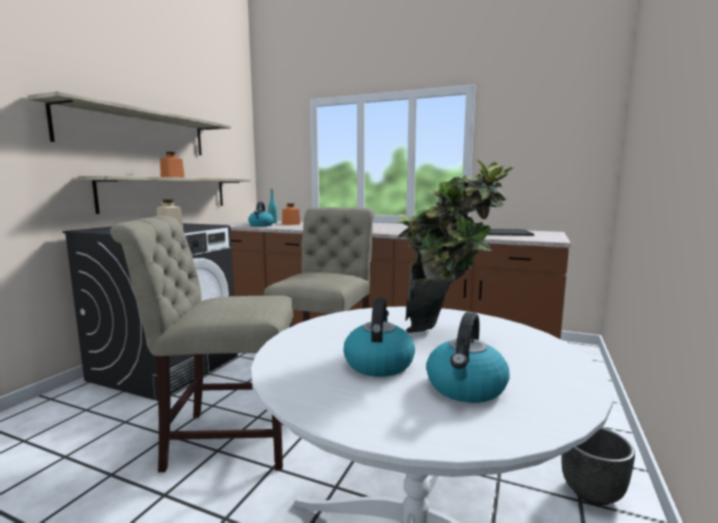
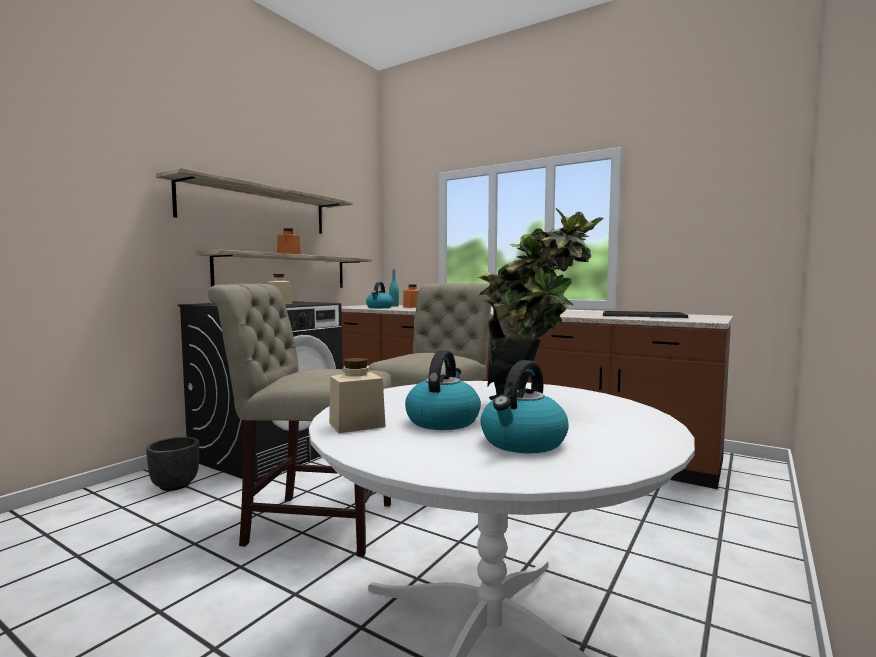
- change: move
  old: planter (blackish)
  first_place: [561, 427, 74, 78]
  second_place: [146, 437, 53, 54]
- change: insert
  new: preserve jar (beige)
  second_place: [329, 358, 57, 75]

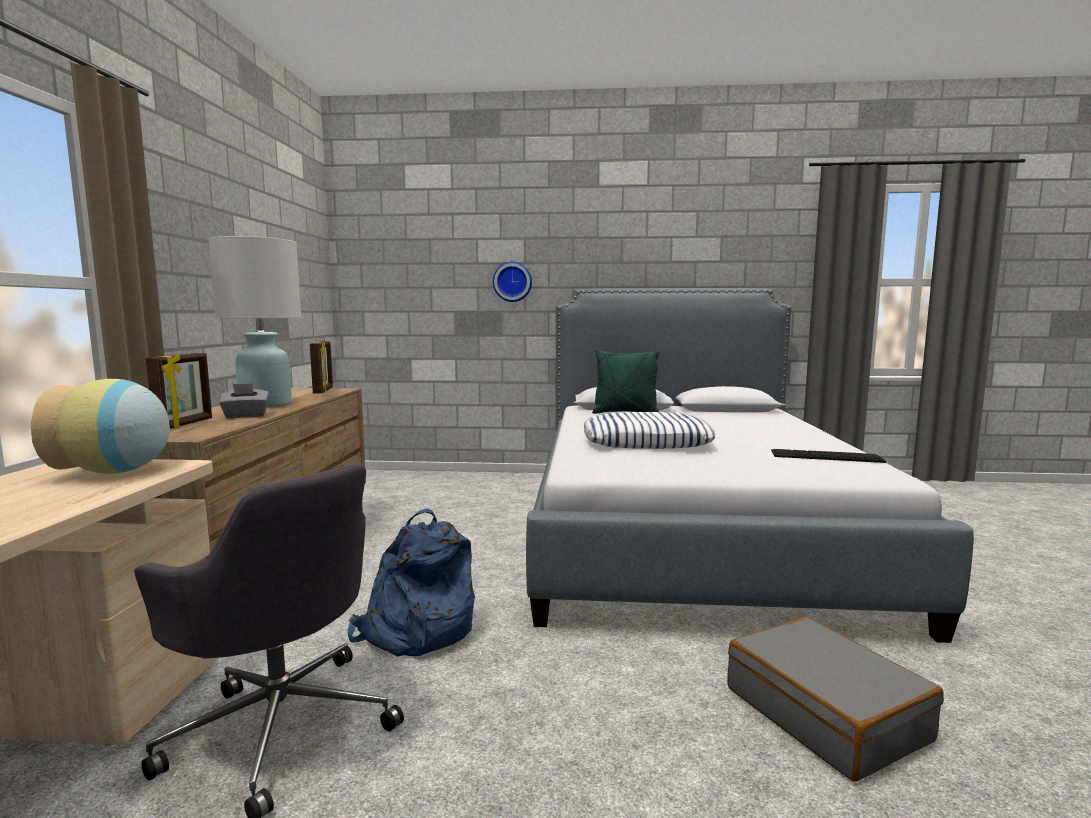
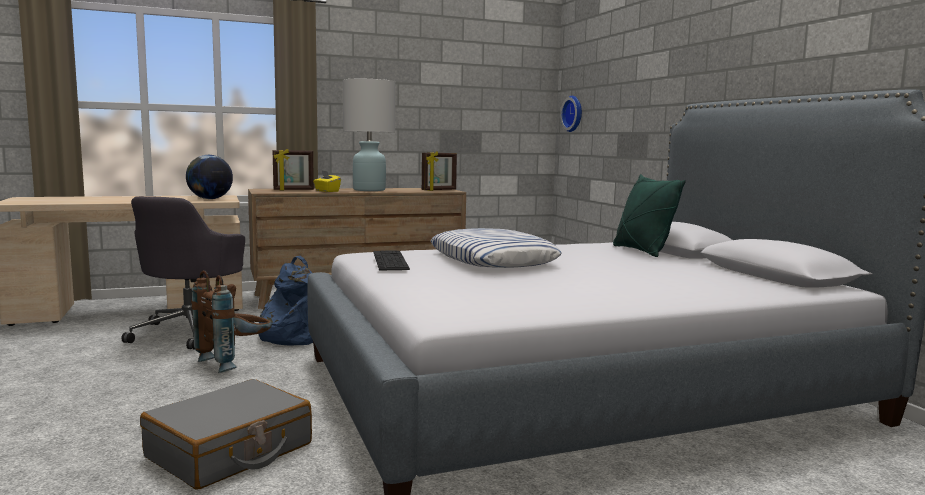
- change: replace
  old: flower vase
  new: desk globe
  first_place: [31, 379, 139, 95]
  second_place: [186, 155, 47, 44]
- change: insert
  new: knapsack (brownish)
  second_place: [191, 270, 81, 103]
- change: recolor
  old: tissue holder (grey)
  new: tissue holder (yellow)
  first_place: [219, 383, 50, 35]
  second_place: [313, 171, 28, 21]
- change: move
  old: computer keyboard
  first_place: [771, 449, 115, 14]
  second_place: [374, 251, 36, 19]
- change: move
  old: wall clock
  first_place: [493, 262, 39, 40]
  second_place: [560, 96, 22, 36]

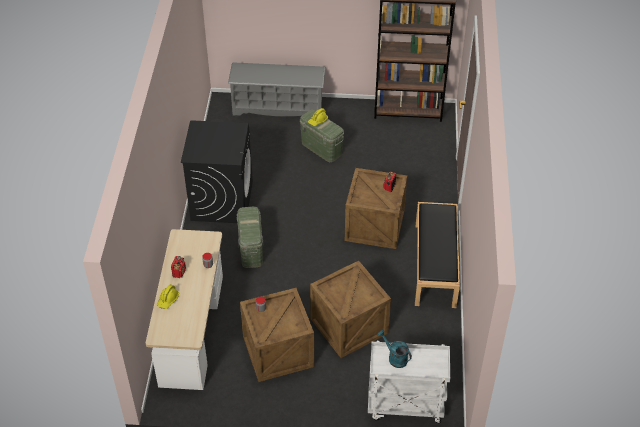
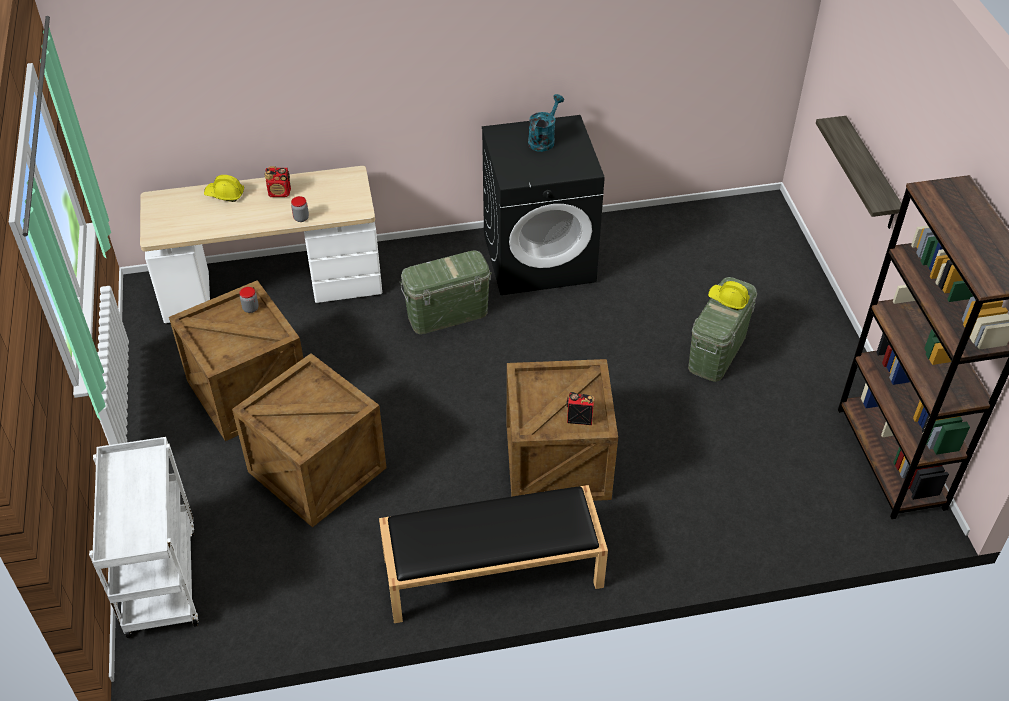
- change: move
  old: watering can (turquoise)
  first_place: [377, 330, 35, 38]
  second_place: [528, 94, 36, 58]
- change: insert
  new: wall shelf
  second_place: [816, 116, 85, 113]
- change: delete
  old: shoe rack (grey)
  first_place: [228, 62, 98, 54]

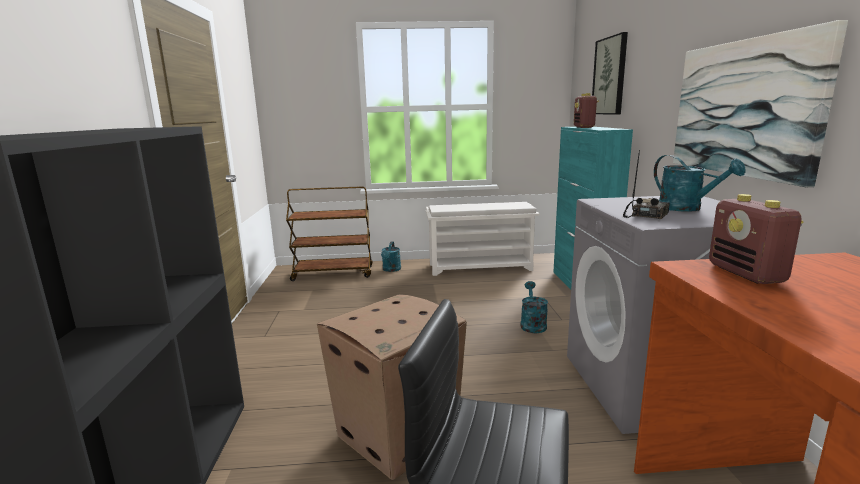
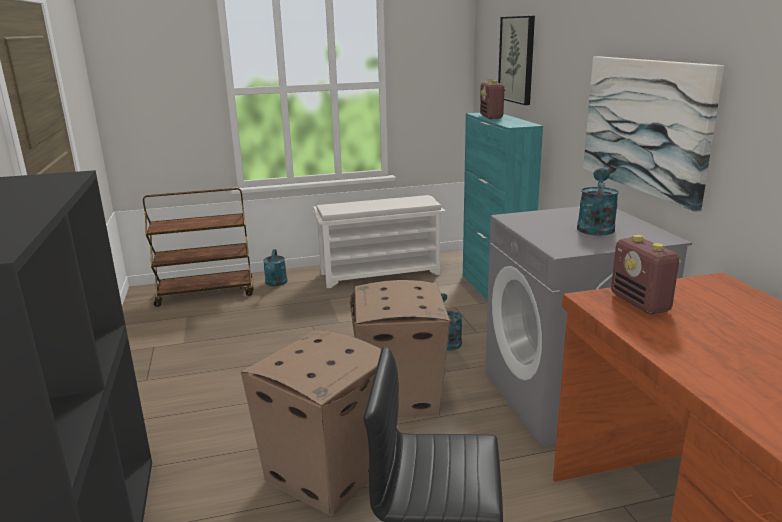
- change: insert
  new: packing box
  second_place: [350, 280, 100, 138]
- change: rotate
  old: watering can (turquoise)
  first_place: [654, 155, 92, 57]
  second_place: [577, 168, 42, 68]
  degrees: -120
- change: delete
  old: radio receiver
  first_place: [623, 150, 47, 69]

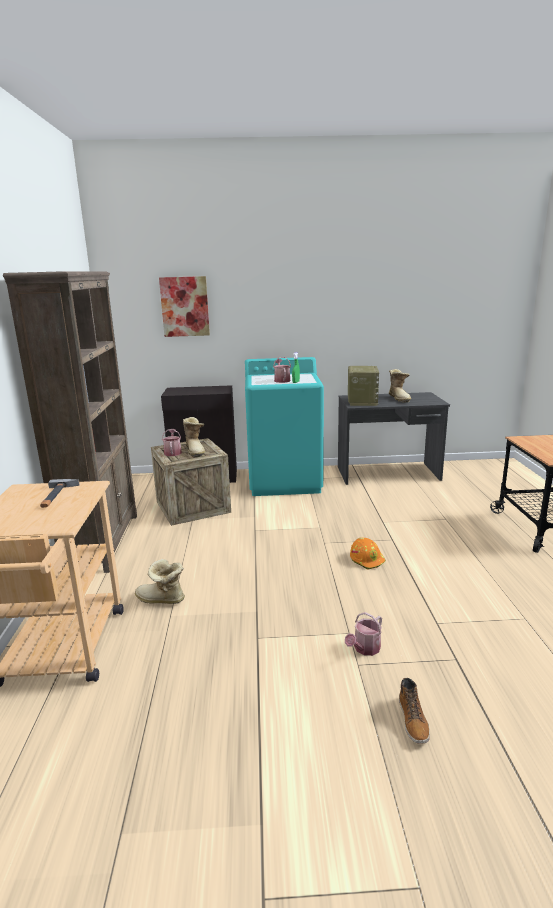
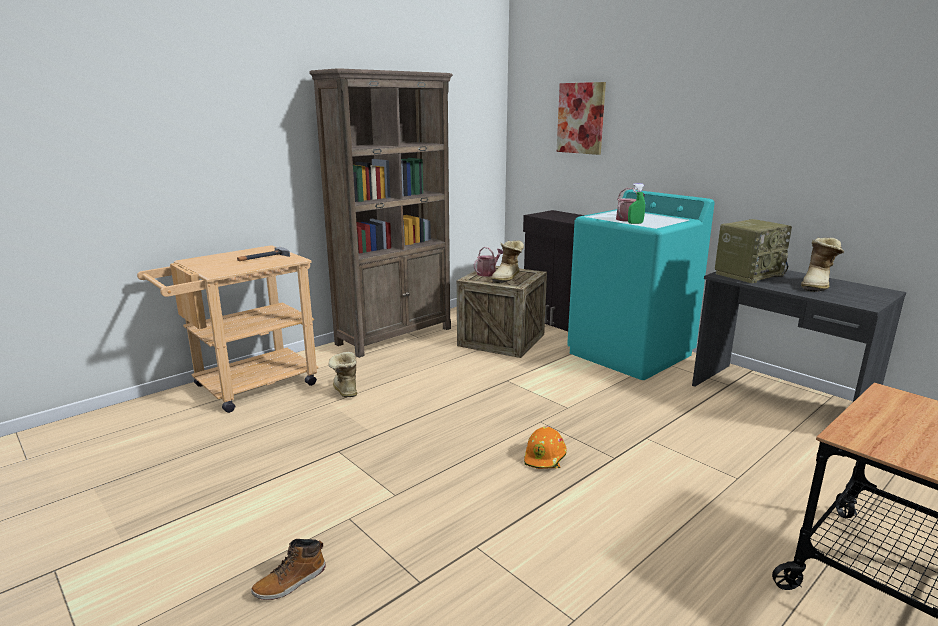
- change: delete
  old: watering can
  first_place: [345, 612, 37, 44]

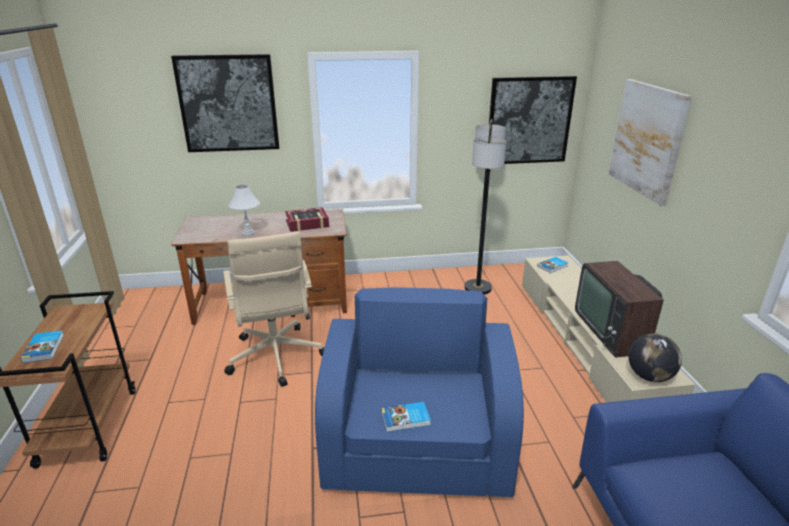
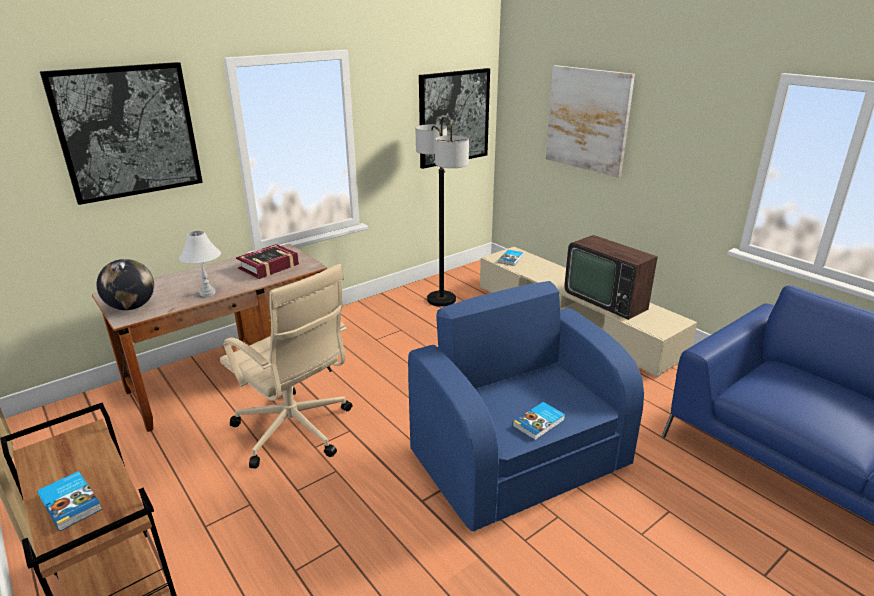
- change: move
  old: desk globe
  first_place: [628, 333, 54, 49]
  second_place: [97, 259, 57, 51]

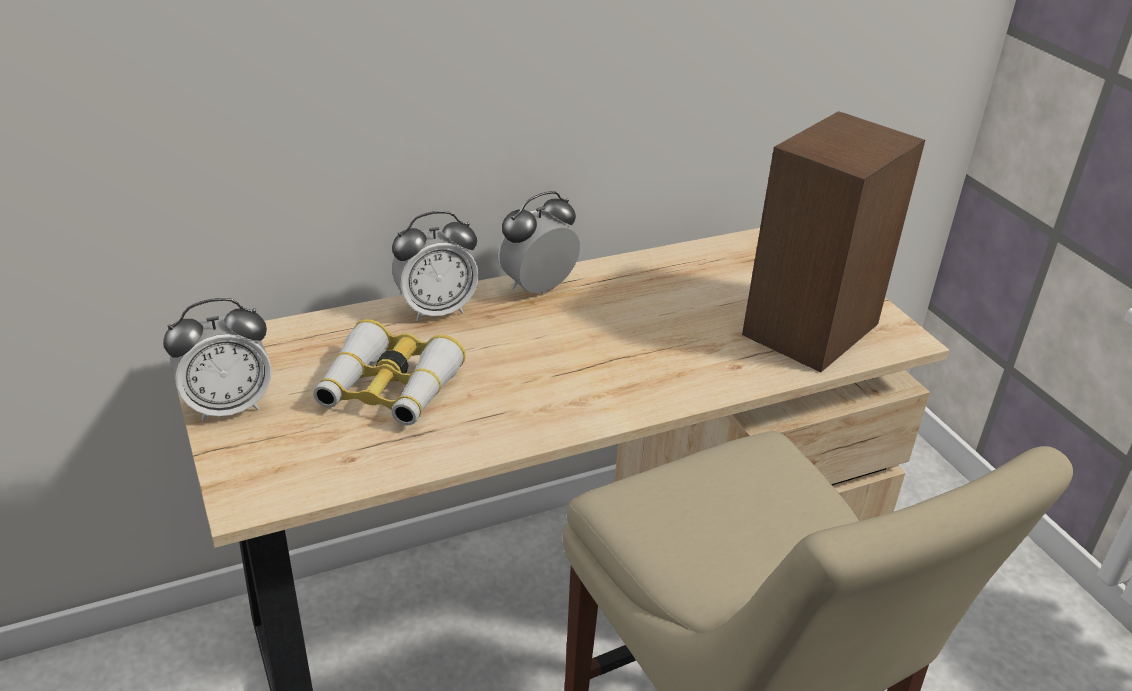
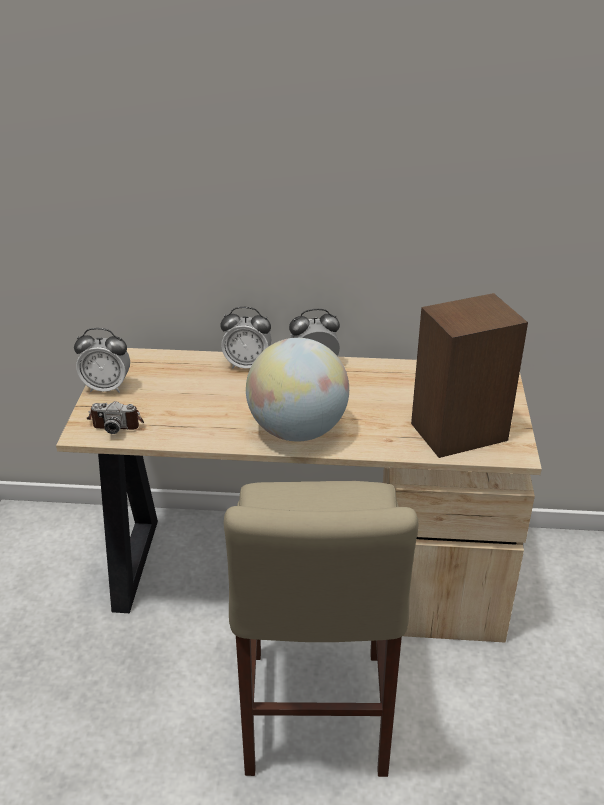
- change: insert
  new: photo camera
  second_place: [86, 401, 58, 33]
- change: insert
  new: desk globe
  second_place: [246, 338, 103, 104]
- change: delete
  old: pair of binoculars
  first_place: [313, 319, 153, 106]

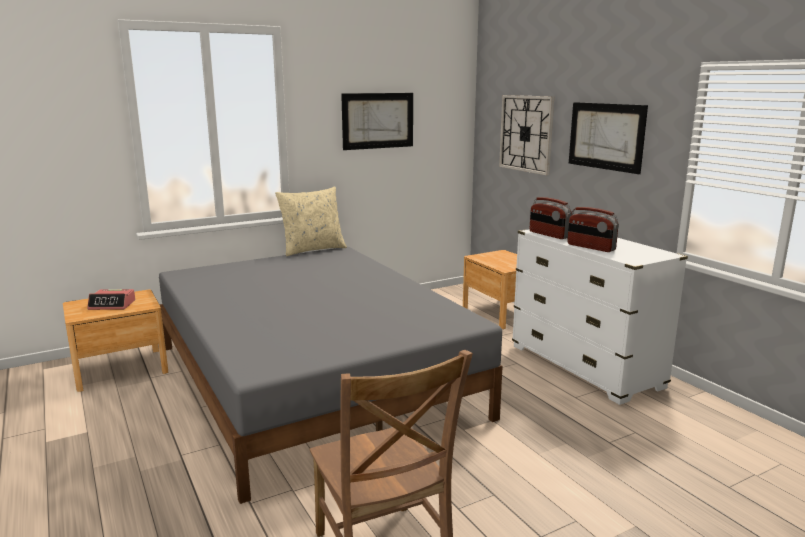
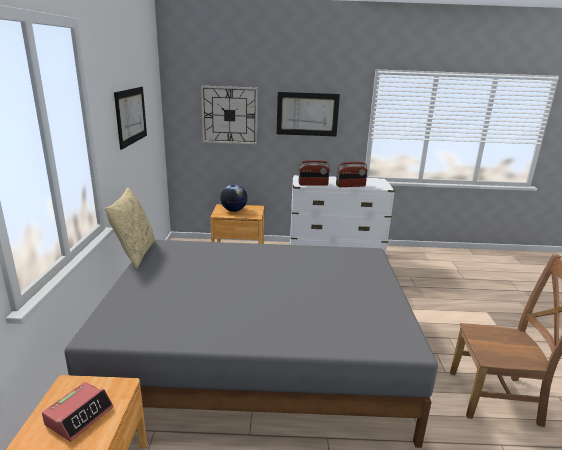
- change: insert
  new: desk globe
  second_place: [220, 185, 27, 27]

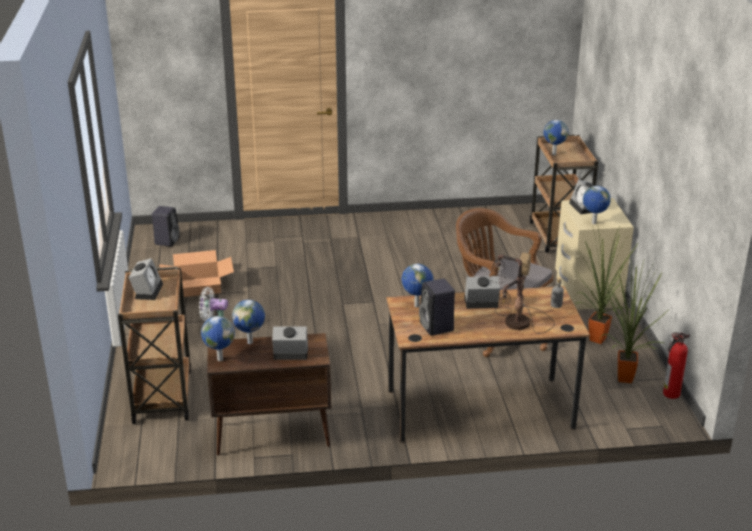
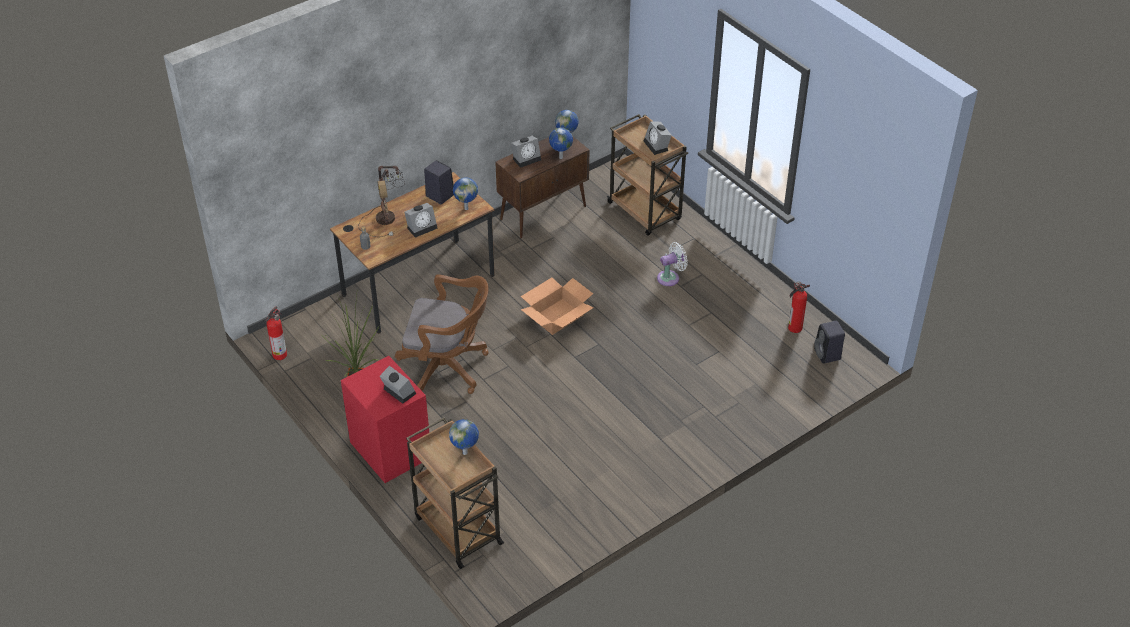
- change: recolor
  old: nightstand (beige)
  new: nightstand (red)
  first_place: [555, 198, 79, 112]
  second_place: [341, 356, 88, 127]
- change: move
  old: packing box
  first_place: [159, 250, 75, 48]
  second_place: [521, 278, 73, 57]
- change: insert
  new: fire extinguisher
  second_place: [788, 281, 22, 52]
- change: delete
  old: desk globe
  first_place: [583, 186, 28, 38]
- change: delete
  old: houseplant
  first_place: [600, 261, 70, 122]

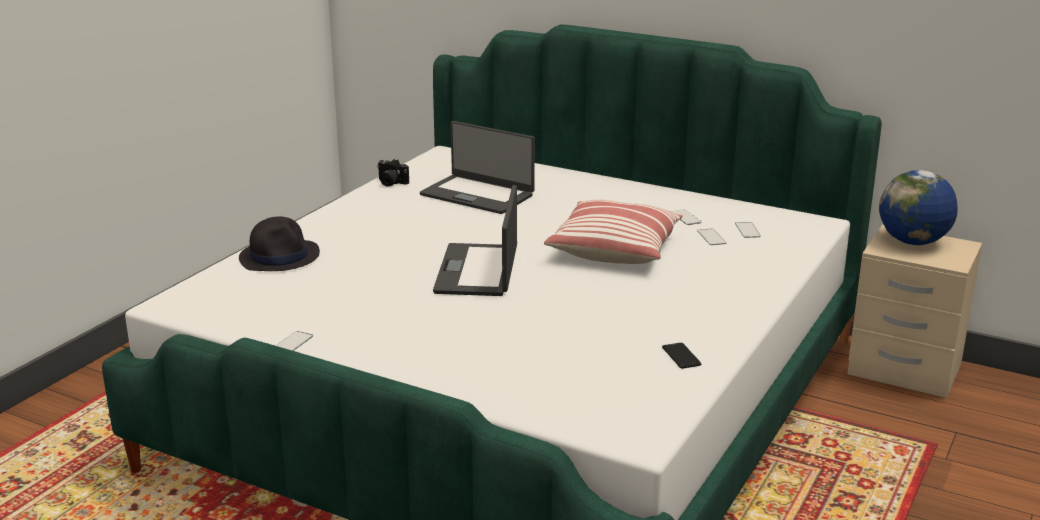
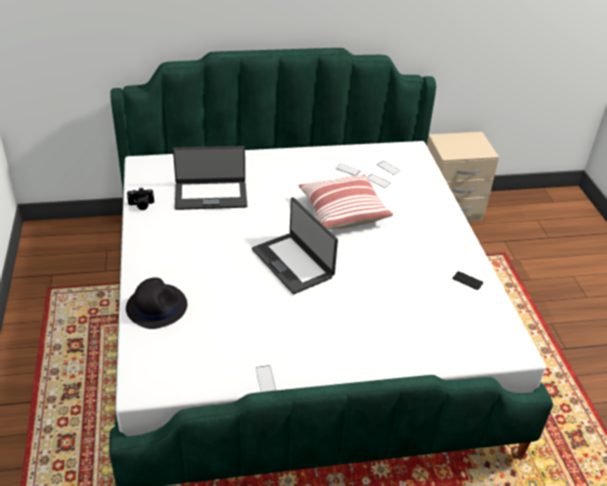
- change: delete
  old: desk globe
  first_place: [879, 170, 79, 75]

